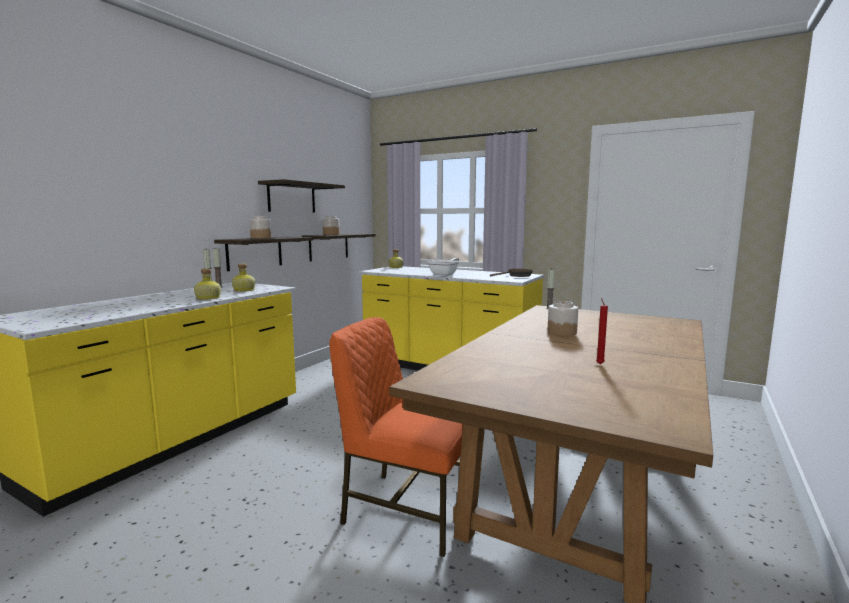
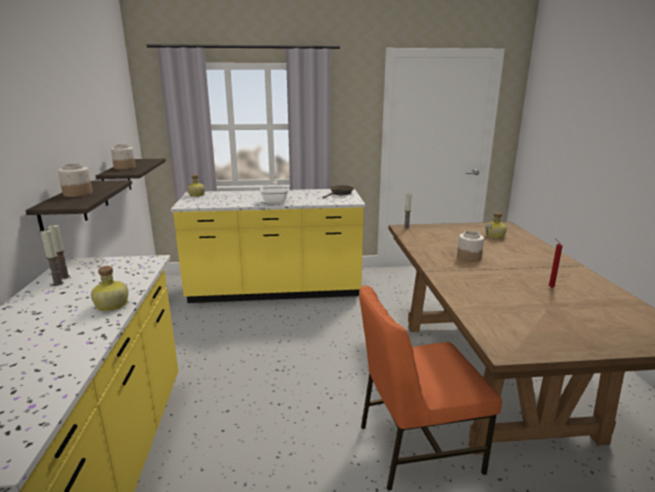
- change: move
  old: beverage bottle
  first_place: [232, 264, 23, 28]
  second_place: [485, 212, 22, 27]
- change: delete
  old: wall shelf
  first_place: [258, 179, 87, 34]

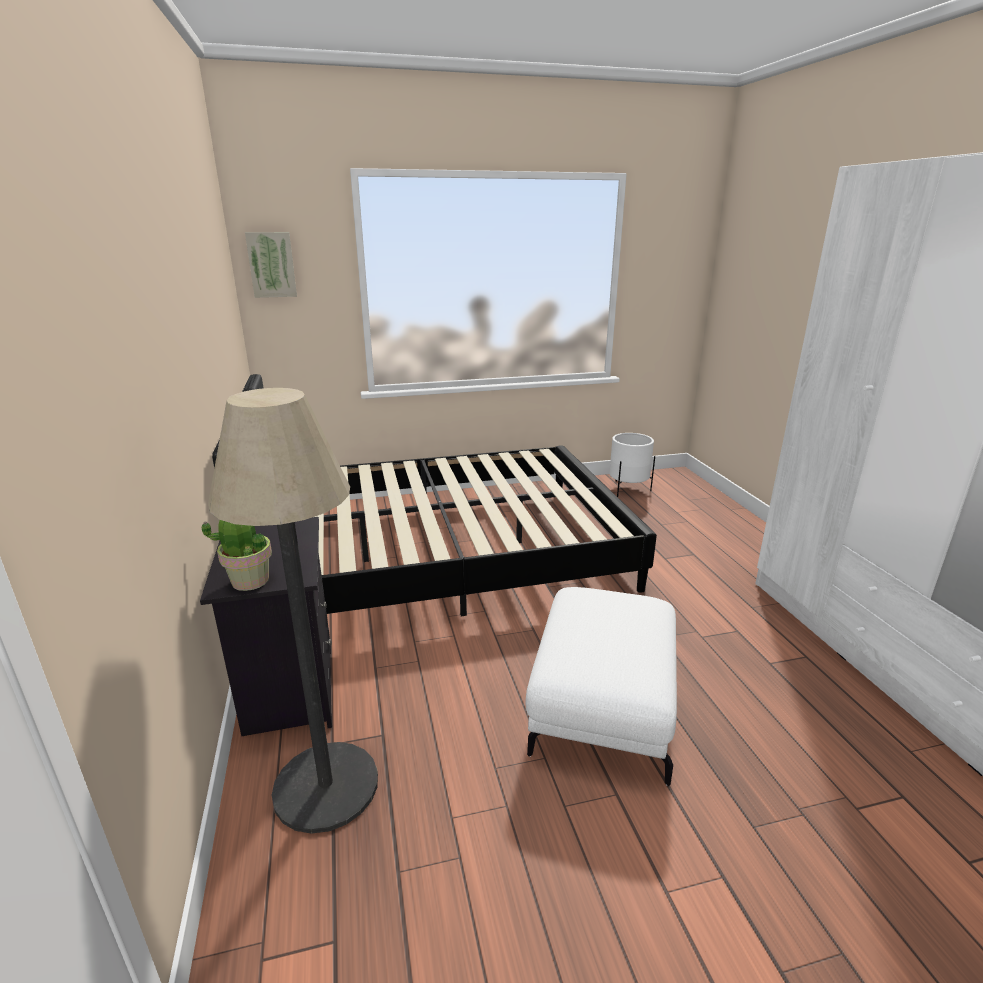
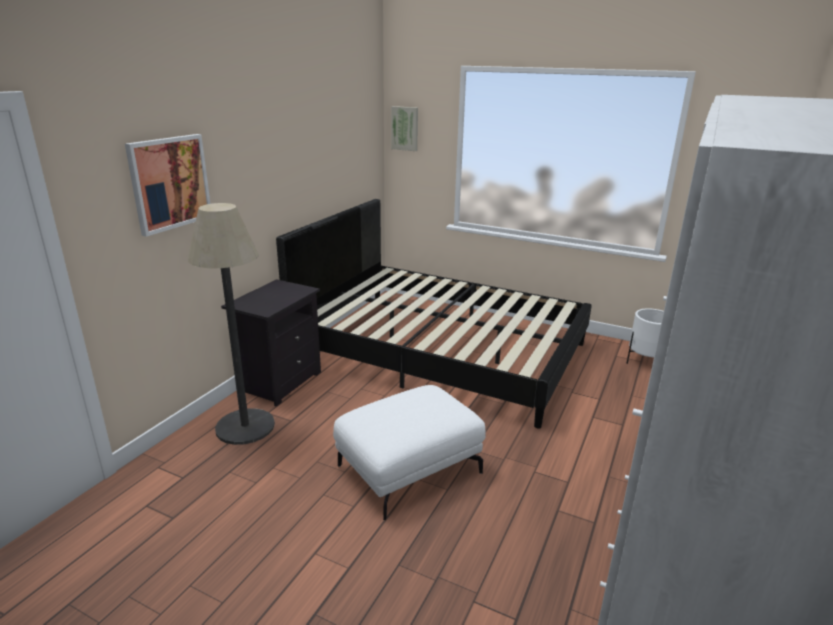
- change: insert
  new: wall picture
  second_place: [125, 134, 86, 103]
- change: delete
  old: houseplant
  first_place: [202, 520, 70, 71]

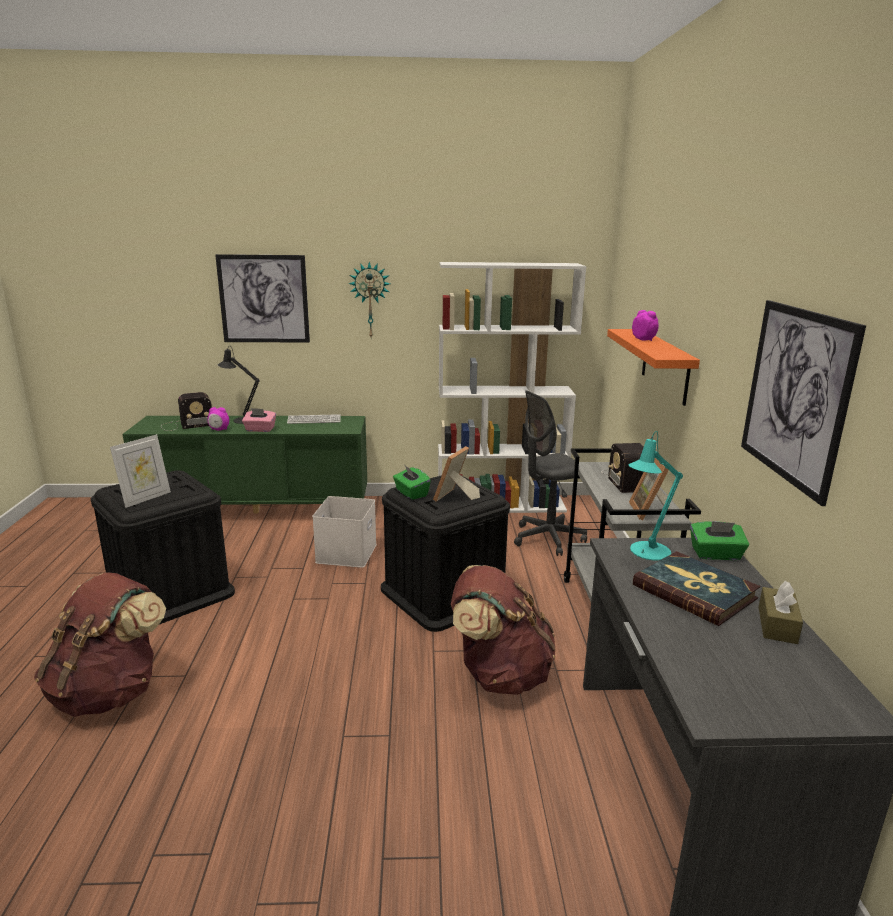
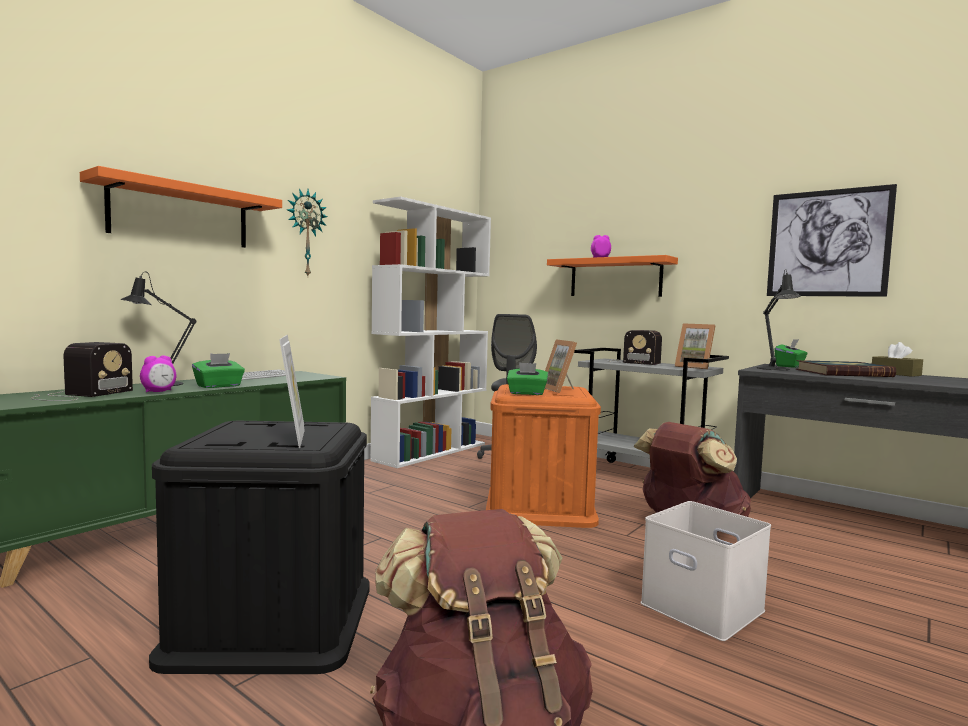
- change: replace
  old: wall picture
  new: wall shelf (orange-coloured)
  first_place: [215, 254, 95, 88]
  second_place: [80, 166, 202, 82]
- change: recolor
  old: tissue holder (pink-coloured)
  new: tissue holder (green-coloured)
  first_place: [242, 408, 34, 24]
  second_place: [192, 353, 53, 35]
- change: recolor
  old: storage container (blackish)
  new: storage container (orange-coloured)
  first_place: [381, 475, 129, 157]
  second_place: [486, 384, 115, 144]
- change: move
  old: storage container (whitish)
  first_place: [312, 496, 65, 72]
  second_place: [641, 501, 130, 140]
- change: recolor
  old: lamp for a table (turquoise)
  new: lamp for a table (blackish)
  first_place: [629, 431, 54, 129]
  second_place: [756, 269, 45, 102]

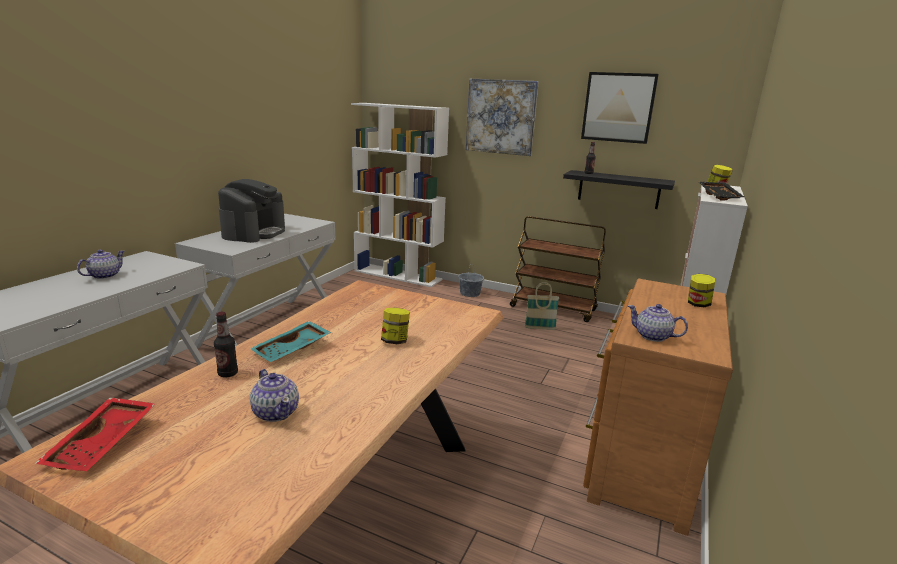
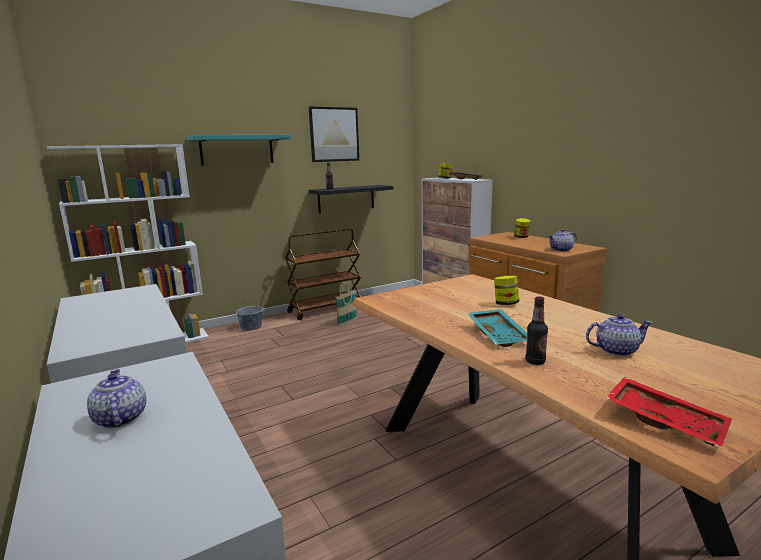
- change: replace
  old: wall picture
  new: wall shelf (turquoise)
  first_place: [466, 78, 73, 78]
  second_place: [187, 135, 104, 30]
- change: delete
  old: coffee machine
  first_place: [218, 179, 67, 64]

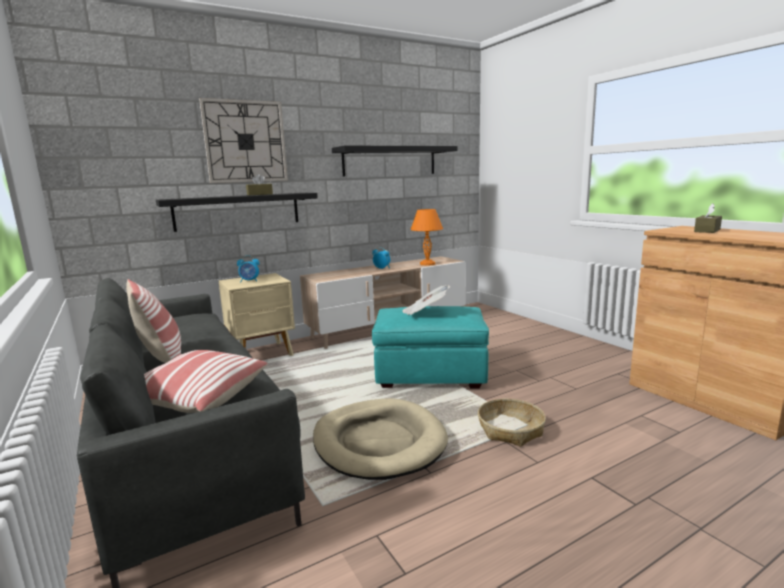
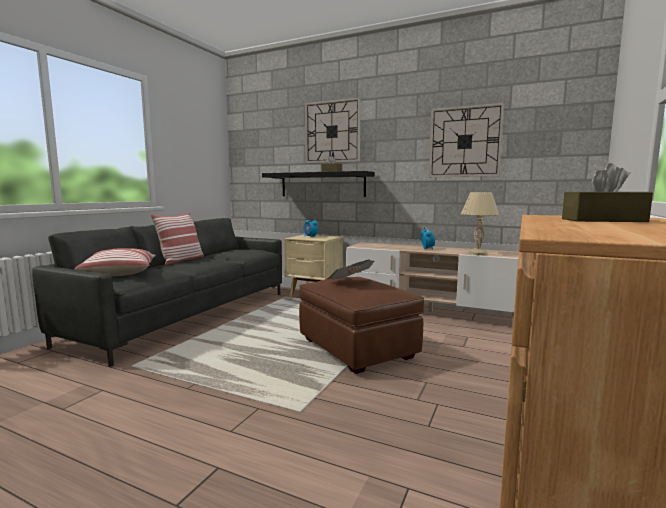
- change: recolor
  old: pouffe (turquoise)
  new: pouffe (brownish)
  first_place: [372, 306, 117, 82]
  second_place: [299, 277, 125, 97]
- change: replace
  old: wall shelf (blackish)
  new: wall clock
  first_place: [332, 146, 126, 31]
  second_place: [429, 103, 75, 74]
- change: recolor
  old: lamp for a table (orange-coloured)
  new: lamp for a table (beige)
  first_place: [410, 209, 33, 56]
  second_place: [461, 192, 38, 63]
- change: delete
  old: dog bed (beige)
  first_place: [313, 398, 135, 82]
- change: delete
  old: basket
  first_place: [478, 399, 68, 48]

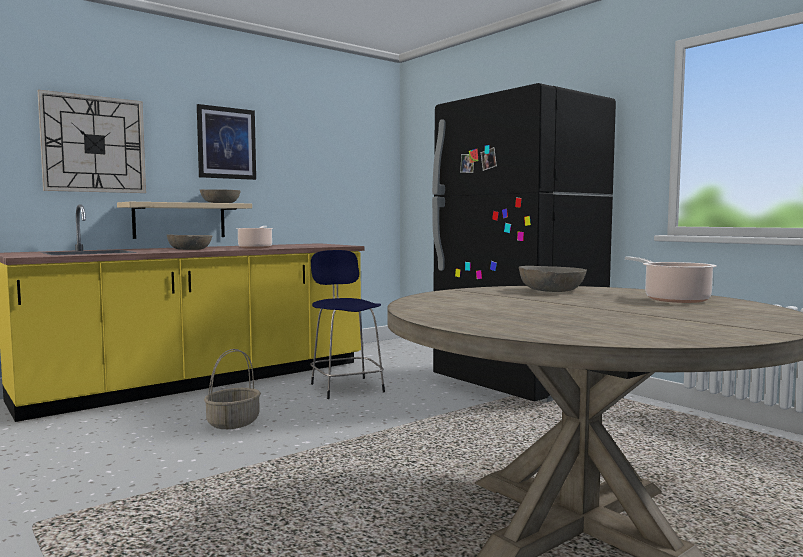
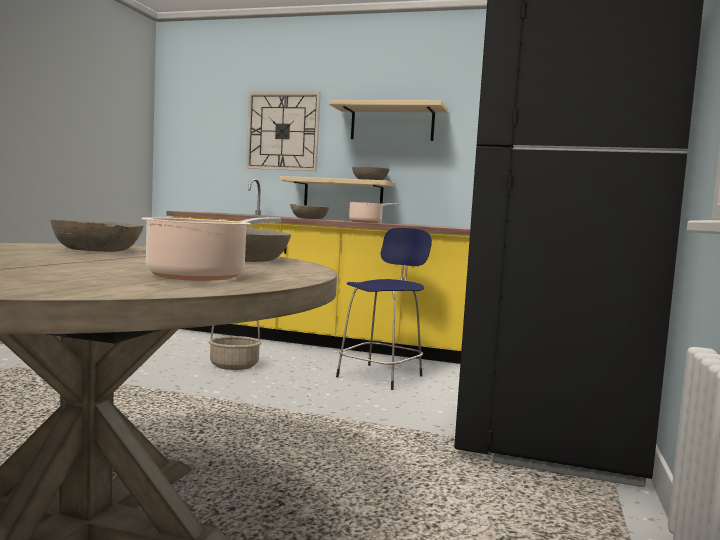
- change: insert
  new: bowl (grey)
  second_place: [50, 219, 93, 33]
- change: replace
  old: wall picture
  new: wall shelf (beige)
  first_place: [197, 104, 59, 76]
  second_place: [329, 100, 119, 41]

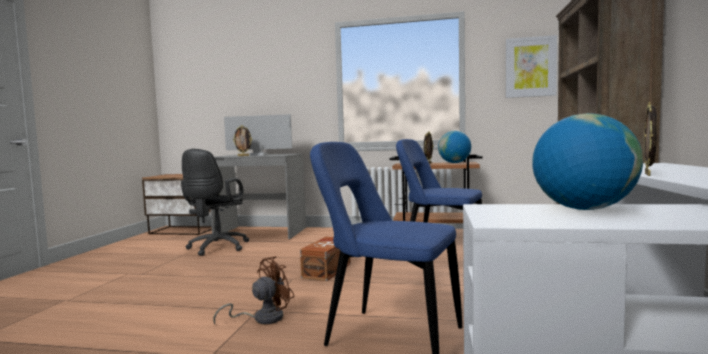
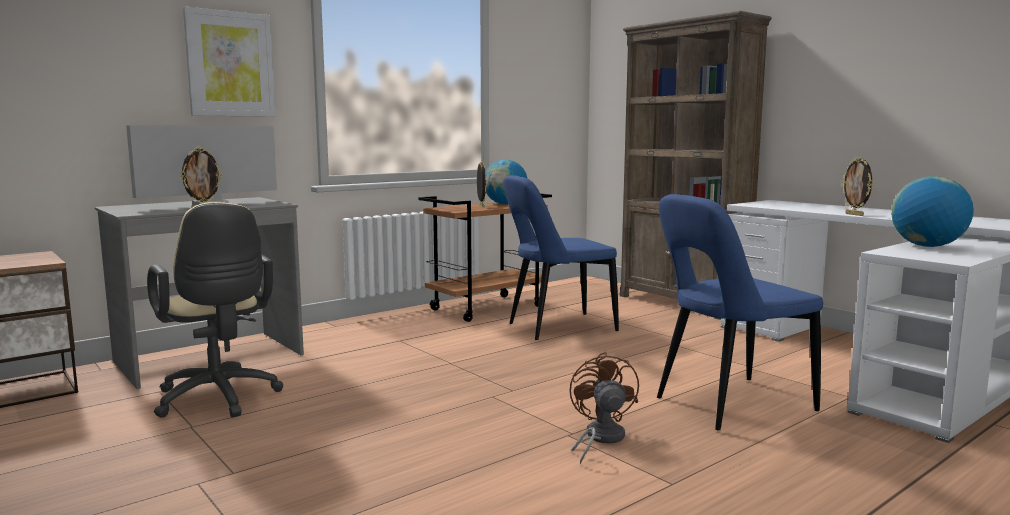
- change: recolor
  old: computer chair (blackish)
  new: computer chair (beige)
  first_place: [181, 149, 68, 107]
  second_place: [147, 202, 136, 216]
- change: move
  old: wall picture
  first_place: [506, 35, 51, 63]
  second_place: [183, 7, 93, 110]
- change: delete
  old: storage container (brownish)
  first_place: [300, 237, 51, 44]

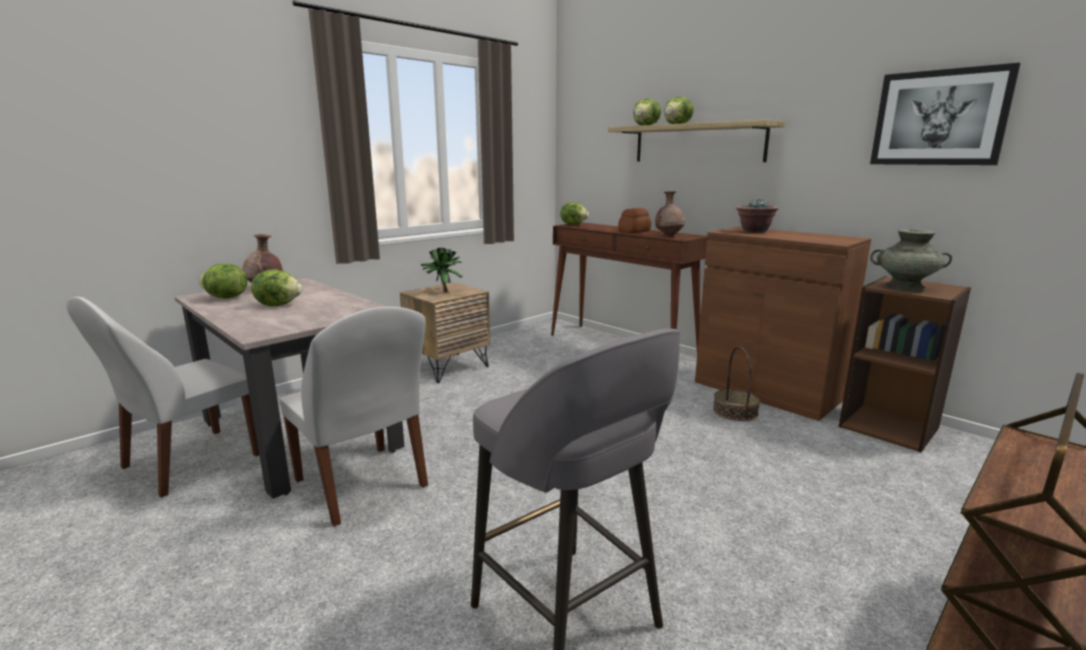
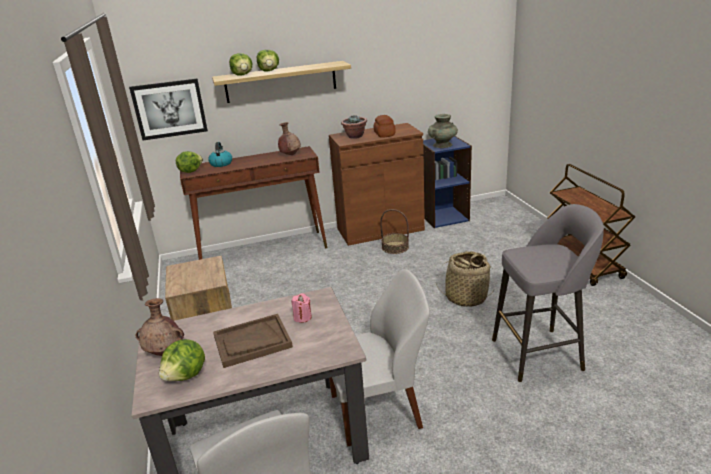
- change: move
  old: wall picture
  first_place: [870, 63, 151, 102]
  second_place: [129, 79, 79, 62]
- change: insert
  new: kettle
  second_place: [208, 142, 24, 25]
- change: replace
  old: lettuce head
  new: carrying tray (brownish)
  first_place: [251, 269, 51, 37]
  second_place: [213, 314, 80, 54]
- change: insert
  new: candle (pink-coloured)
  second_place: [291, 293, 21, 30]
- change: move
  old: baked bread
  first_place: [618, 208, 33, 25]
  second_place: [373, 115, 23, 23]
- change: recolor
  old: bookshelf (brownish)
  new: bookshelf (blue-coloured)
  first_place: [839, 276, 132, 176]
  second_place: [422, 136, 50, 92]
- change: insert
  new: basket
  second_place: [436, 251, 57, 56]
- change: delete
  old: houseplant
  first_place: [421, 248, 41, 44]

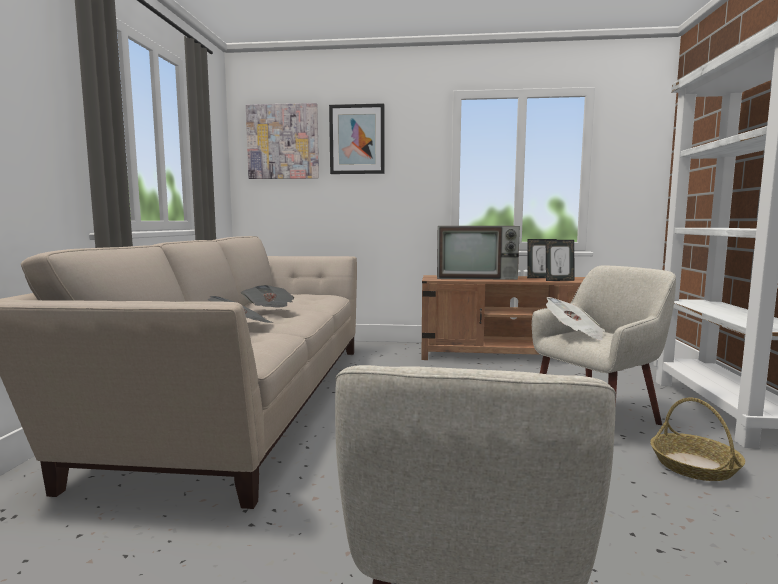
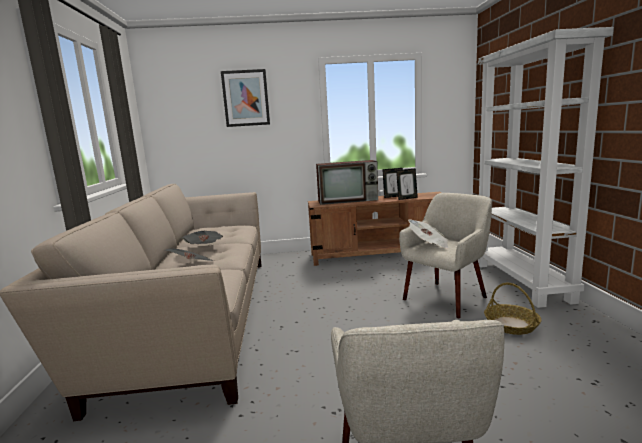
- change: delete
  old: wall picture
  first_place: [246, 103, 73, 76]

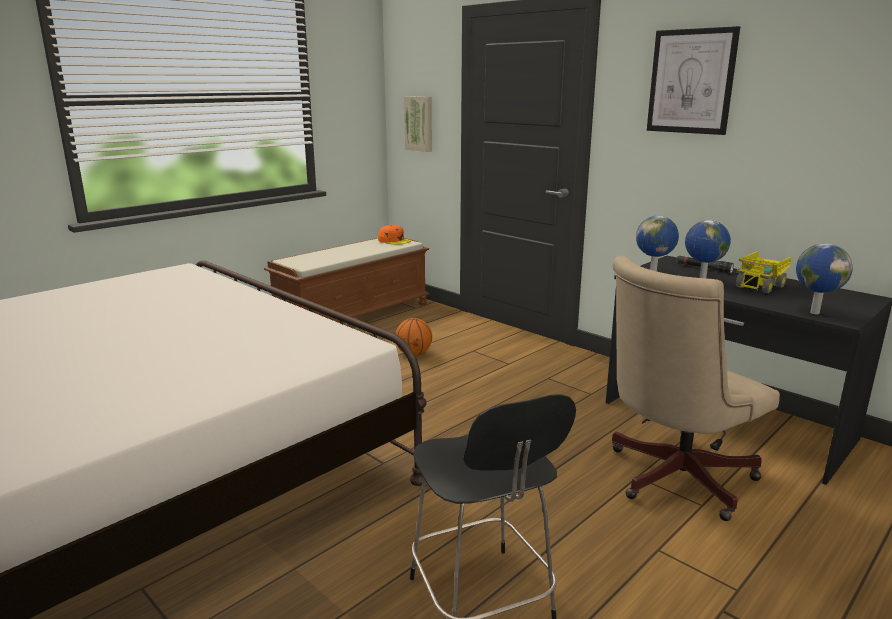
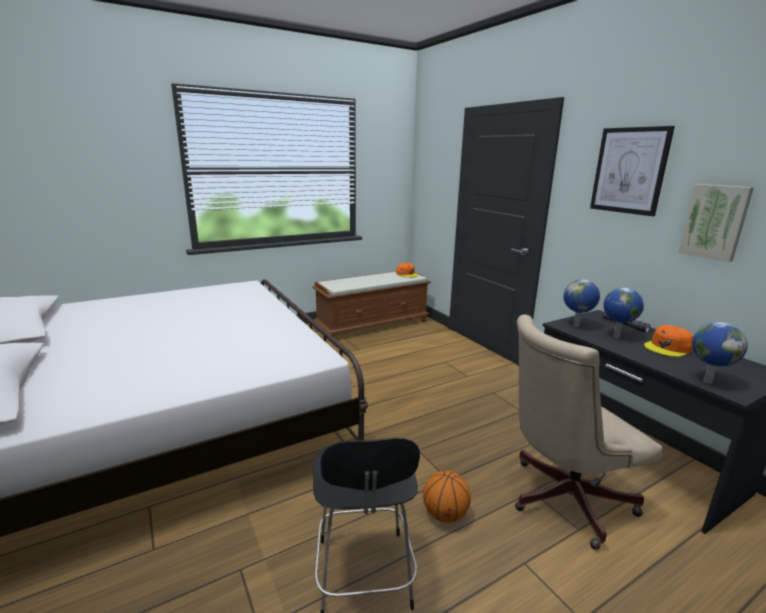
- change: move
  old: basketball ball
  first_place: [395, 318, 37, 38]
  second_place: [423, 471, 48, 52]
- change: replace
  old: toy lorry
  new: baseball cap (orange-coloured)
  first_place: [736, 251, 56, 42]
  second_place: [644, 325, 49, 32]
- change: move
  old: wall picture
  first_place: [404, 96, 28, 56]
  second_place: [679, 184, 75, 78]

